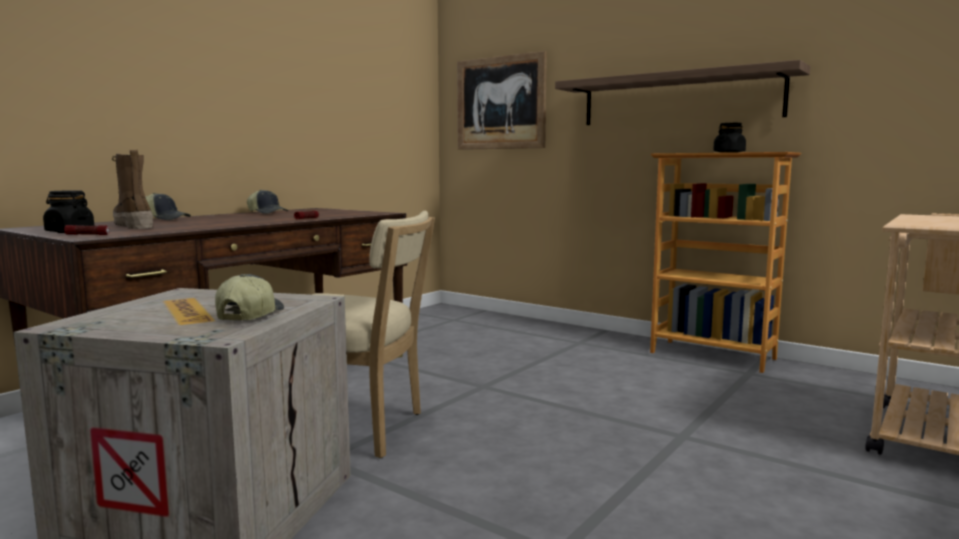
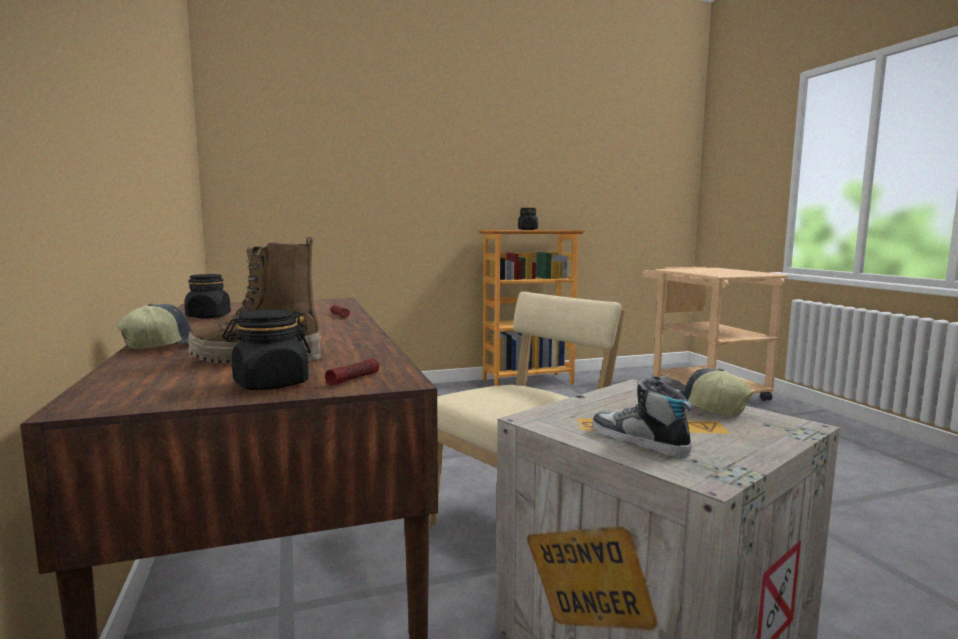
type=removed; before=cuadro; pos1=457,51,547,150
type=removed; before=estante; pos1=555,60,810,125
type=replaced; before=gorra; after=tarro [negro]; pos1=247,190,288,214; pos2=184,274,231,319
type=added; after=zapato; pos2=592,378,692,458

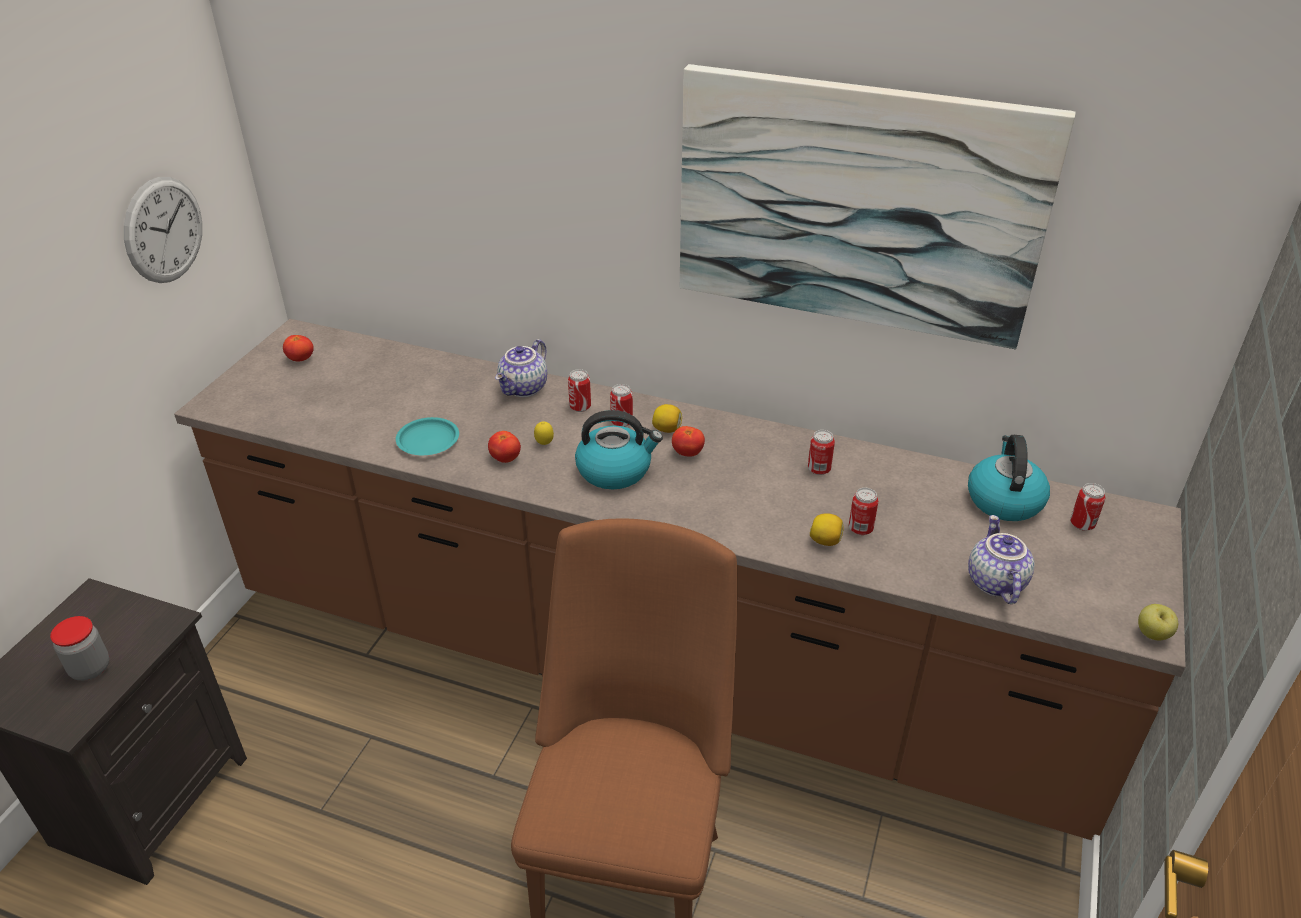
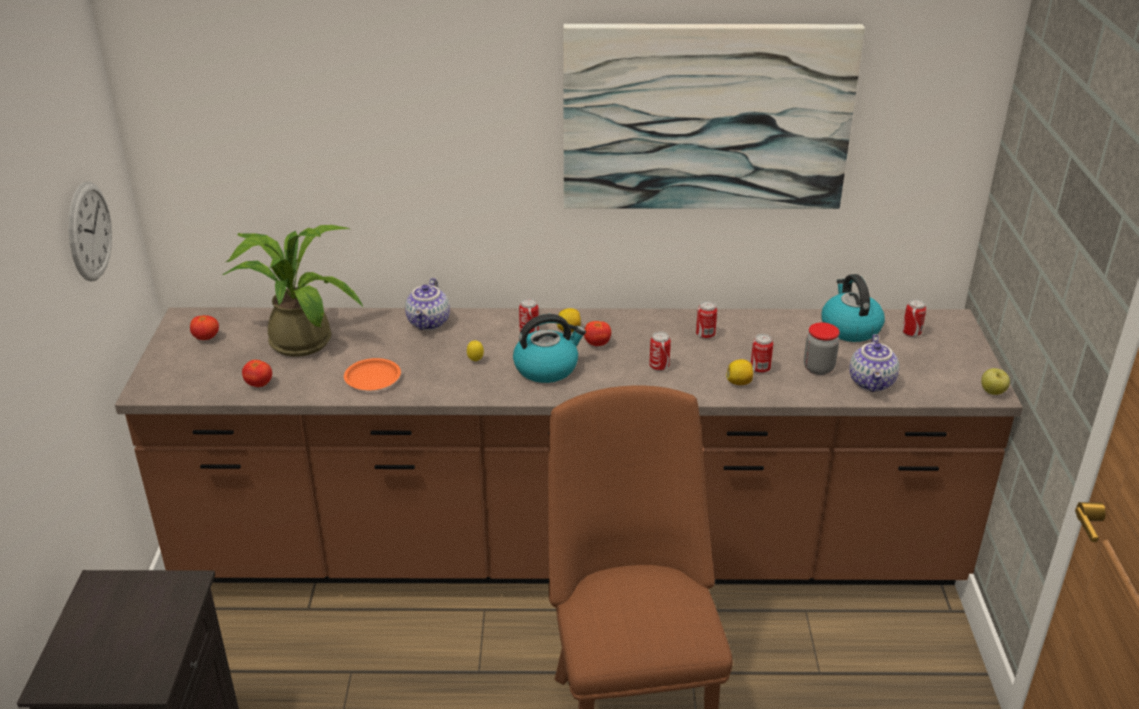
type=moved; before=lata; pos1=568,369,591,412; pos2=649,331,671,371
type=recoloured; before=plato [turquesa]; after=plato [naranja]; pos1=396,417,459,455; pos2=344,358,401,390
type=moved; before=tomate; pos1=488,431,521,463; pos2=242,360,272,387
type=turned; before=tetera; pos1=968,515,1035,604; pos2=849,334,899,392; turn=-150
type=moved; before=tarro; pos1=50,616,109,681; pos2=804,323,840,375
type=added; after=planta en maceta; pos2=222,225,363,357

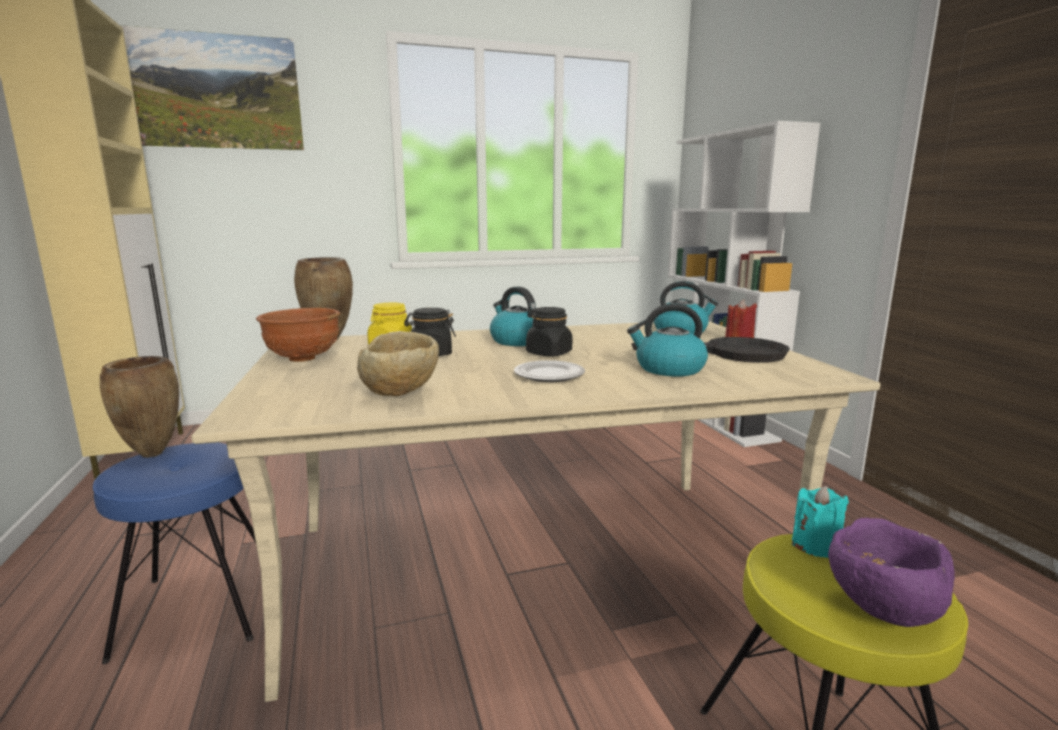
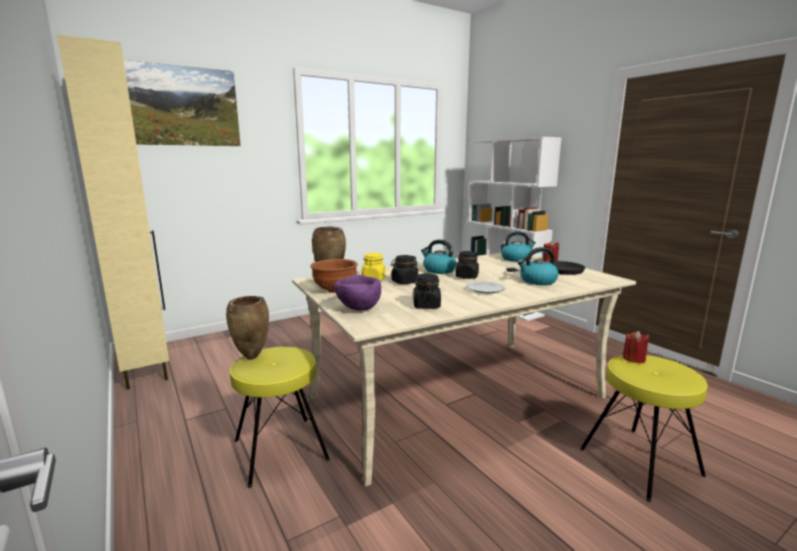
type=replaced; before=cuenco [beis]; after=tarro [negro]; pos1=357,331,439,396; pos2=413,273,441,309
type=recoloured; before=taburete [azul]; after=taburete [amarillo]; pos1=93,442,256,664; pos2=230,347,330,488
type=recoloured; before=vela [turquesa]; after=vela [rojo]; pos1=792,486,849,558; pos2=623,331,649,363
type=moved; before=cuenco [morado]; pos1=828,518,955,627; pos2=334,275,381,311

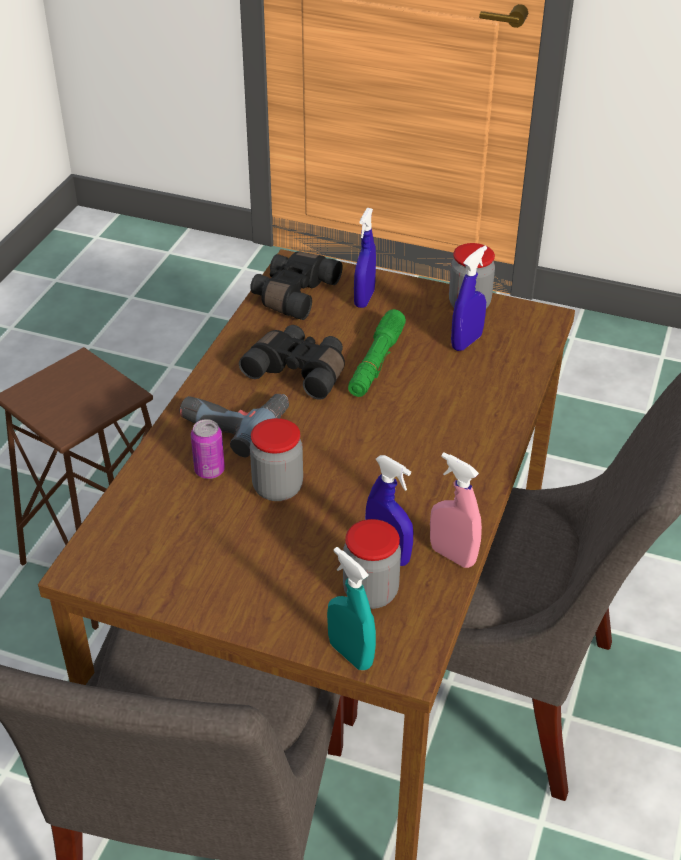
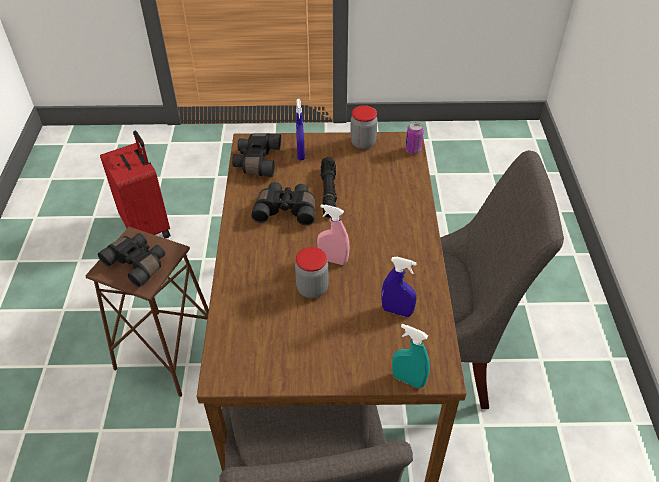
type=removed; before=pulverizador [azul]; pos1=451,246,487,351
type=recoloured; before=linterna [verde]; after=linterna [negro]; pos1=348,309,406,397; pos2=321,157,337,217
type=removed; before=taladro; pos1=180,394,289,458
type=moved; before=lata; pos1=191,419,225,479; pos2=405,122,424,154
type=moved; before=pulverizador [rosa]; pos1=430,452,482,568; pos2=317,204,350,265
type=removed; before=tarro; pos1=343,519,401,609
type=added; after=maleta [rojo]; pos2=100,131,170,238
type=added; after=prismáticos [negro]; pos2=98,233,165,287

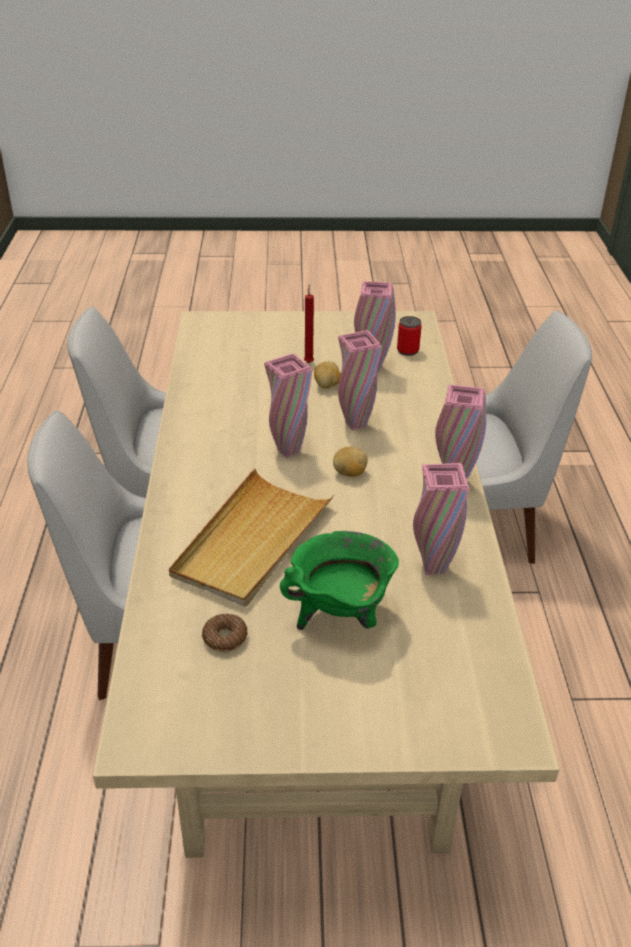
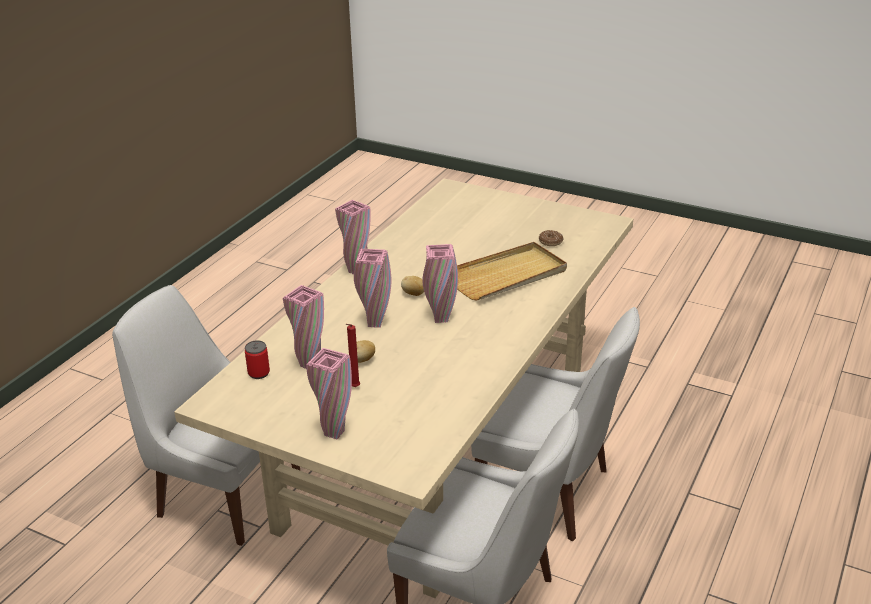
type=moved; before=florero [rosa]; pos1=413,463,469,575; pos2=306,348,352,440
type=removed; before=olla [verde]; pos1=280,531,399,630

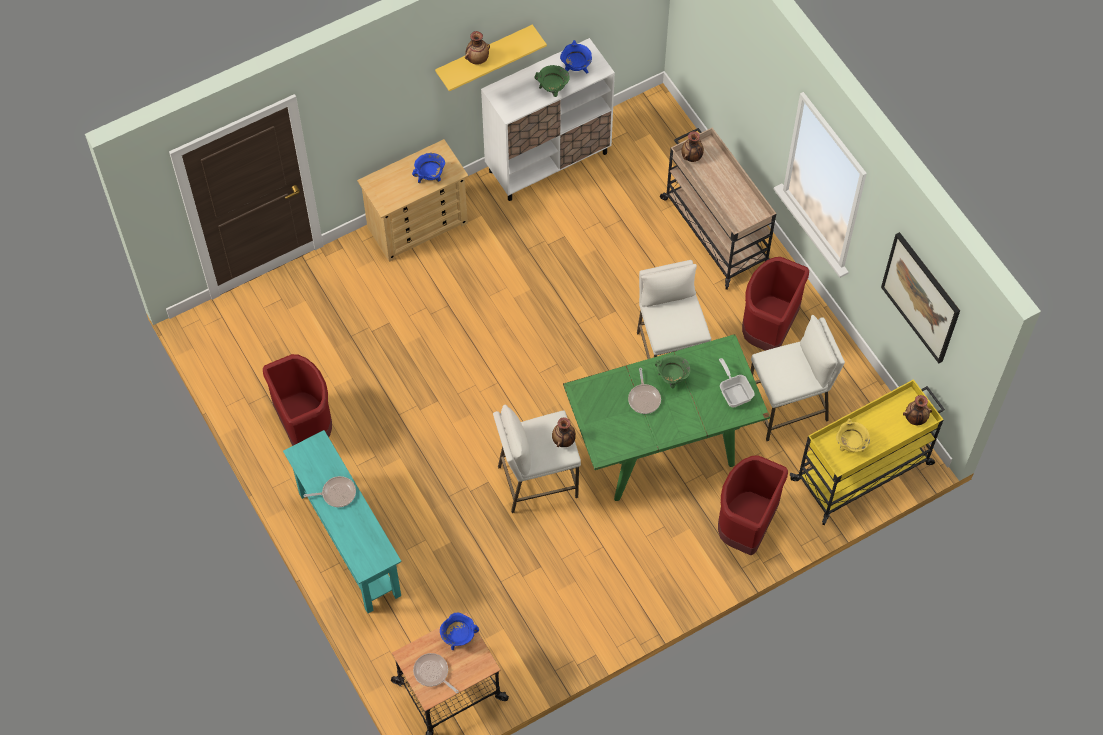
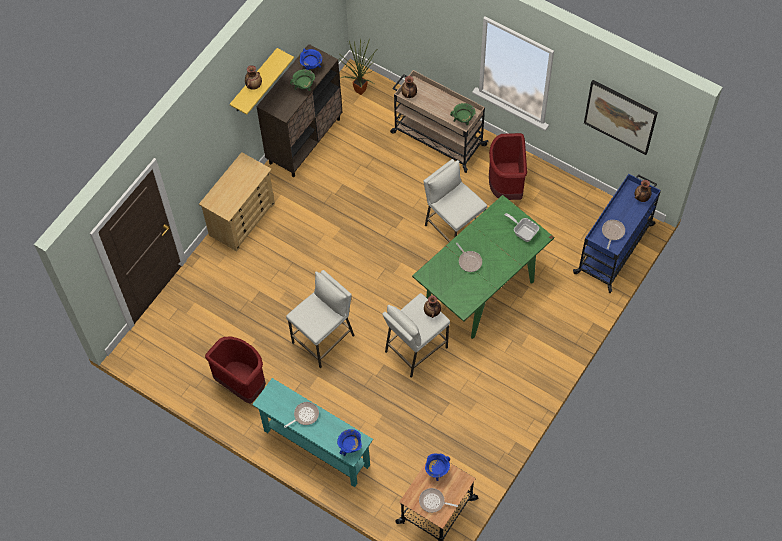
type=recoloured; before=armario [blanco]; after=armario [marrón]; pos1=481,38,615,201; pos2=257,44,343,177
type=moved; before=olla [azul]; pos1=412,153,445,183; pos2=337,429,362,456
type=moved; before=taburete [blanco]; pos1=751,315,845,441; pos2=286,270,355,368
type=moved; before=olla [verde]; pos1=655,355,691,388; pos2=450,103,475,125
type=recoloured; before=carrito [amarillo]; after=carrito [azul]; pos1=790,379,945,525; pos2=573,174,661,293
type=replaced; before=olla [amarillo]; after=sartén; pos1=836,418,870,452; pos2=602,220,625,250
type=removed; before=papelera [rojo]; pos1=718,456,788,555
type=added; after=planta en maceta; pos2=339,38,376,95

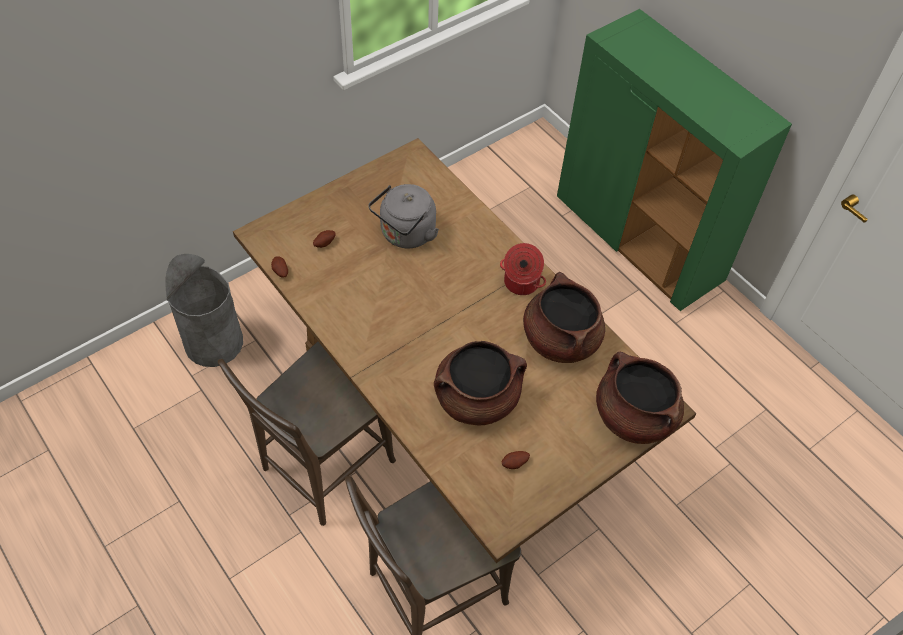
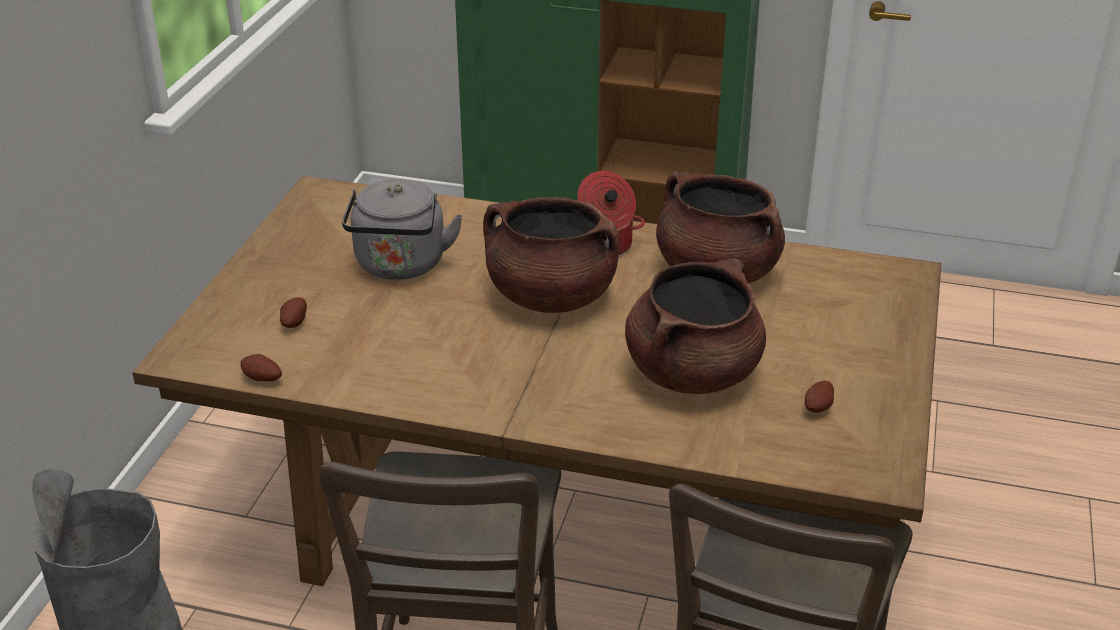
type=moved; before=olla [marrón]; pos1=596,352,684,444; pos2=483,197,620,313

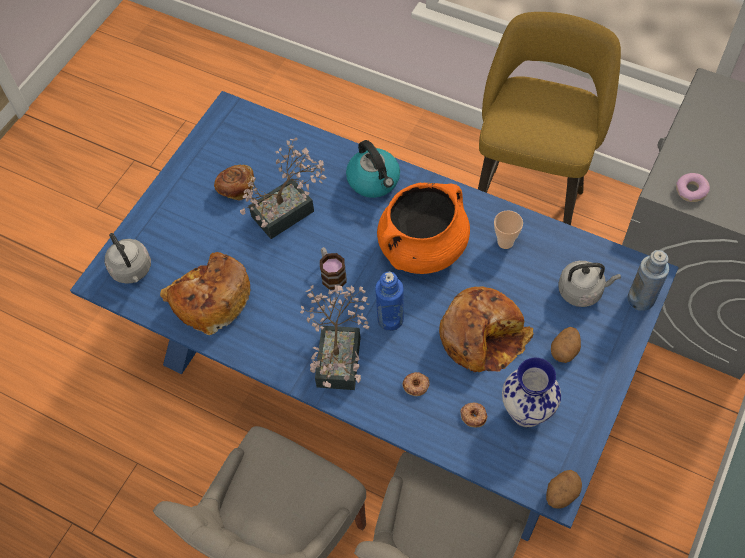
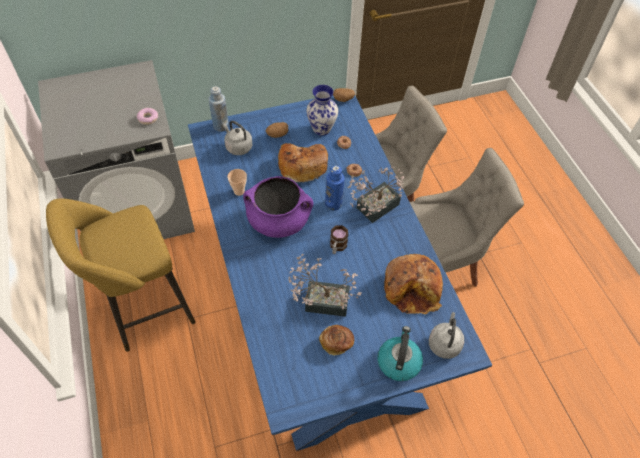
type=moved; before=hervidor; pos1=346,140,400,198; pos2=377,326,423,381
type=recoloured; before=olla [naranja]; after=olla [morado]; pos1=377,183,470,274; pos2=243,176,313,238

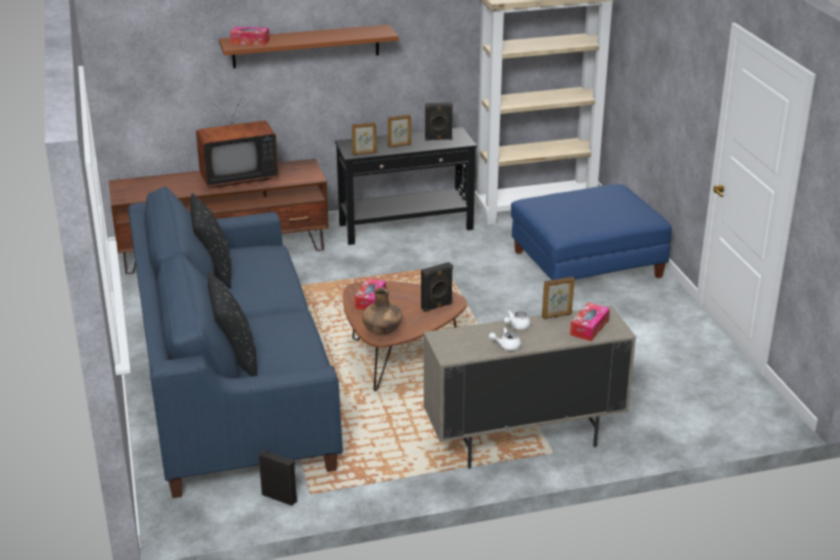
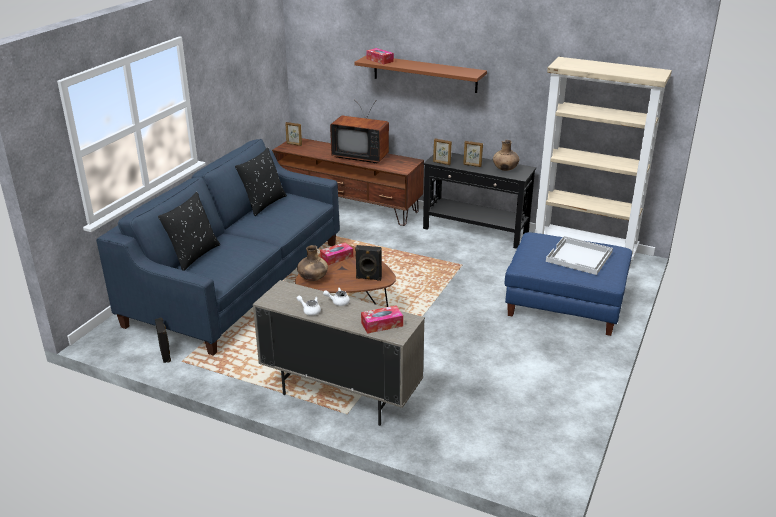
type=replaced; before=altavoz [negro]; after=florero [marrón]; pos1=425,102,453,141; pos2=493,140,520,171
type=moved; before=portarretratos; pos1=542,277,574,319; pos2=285,122,302,146
type=added; after=bandeja [blanco]; pos2=546,236,613,275

